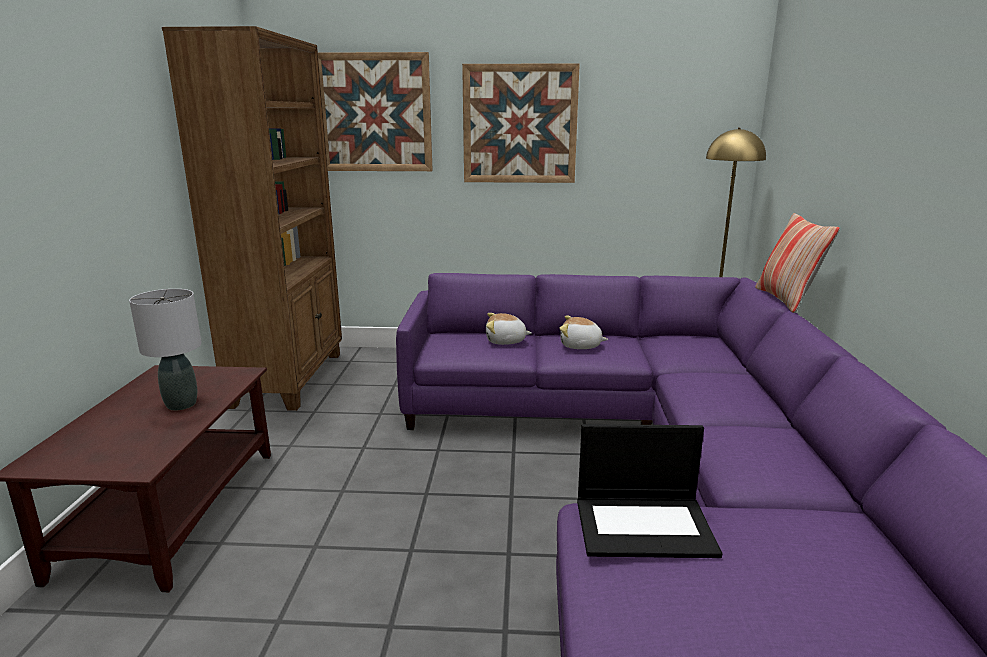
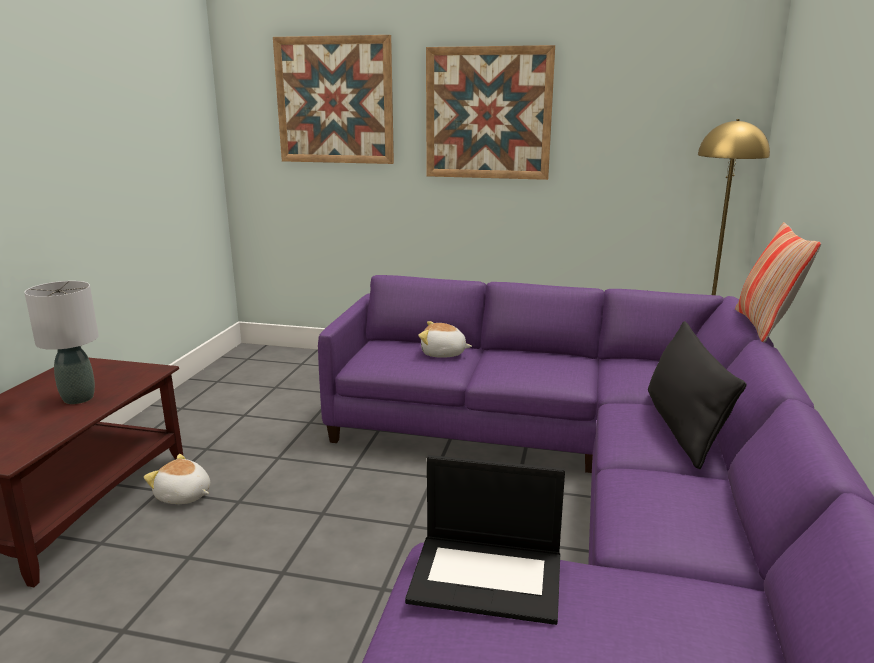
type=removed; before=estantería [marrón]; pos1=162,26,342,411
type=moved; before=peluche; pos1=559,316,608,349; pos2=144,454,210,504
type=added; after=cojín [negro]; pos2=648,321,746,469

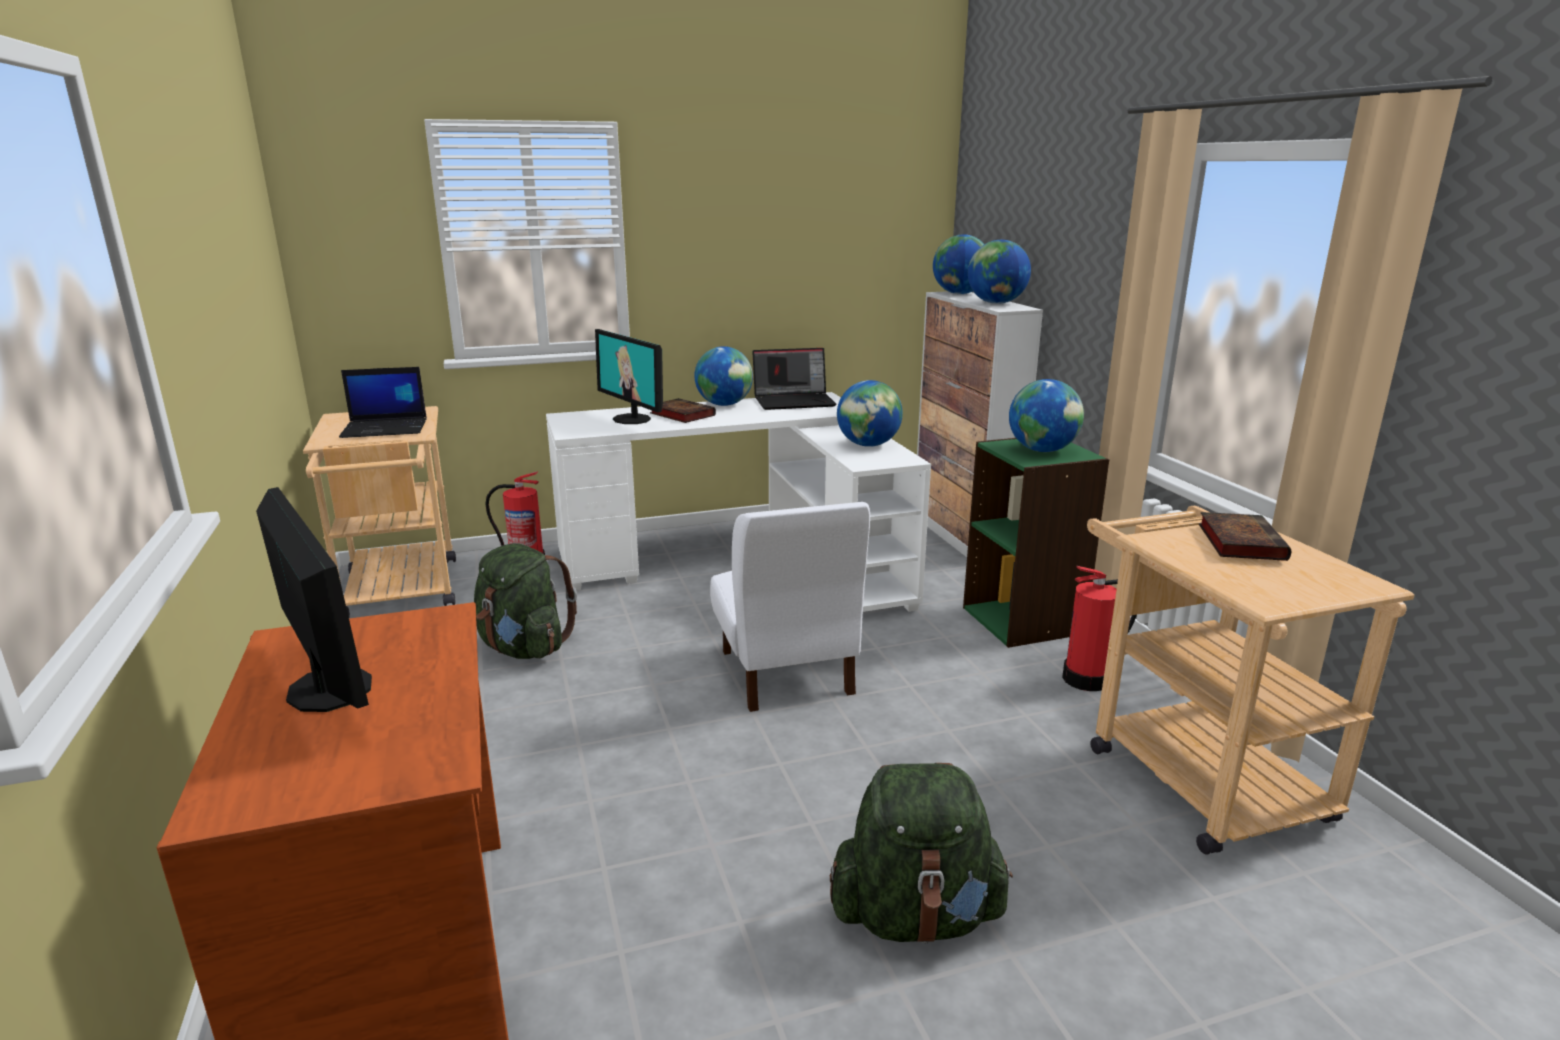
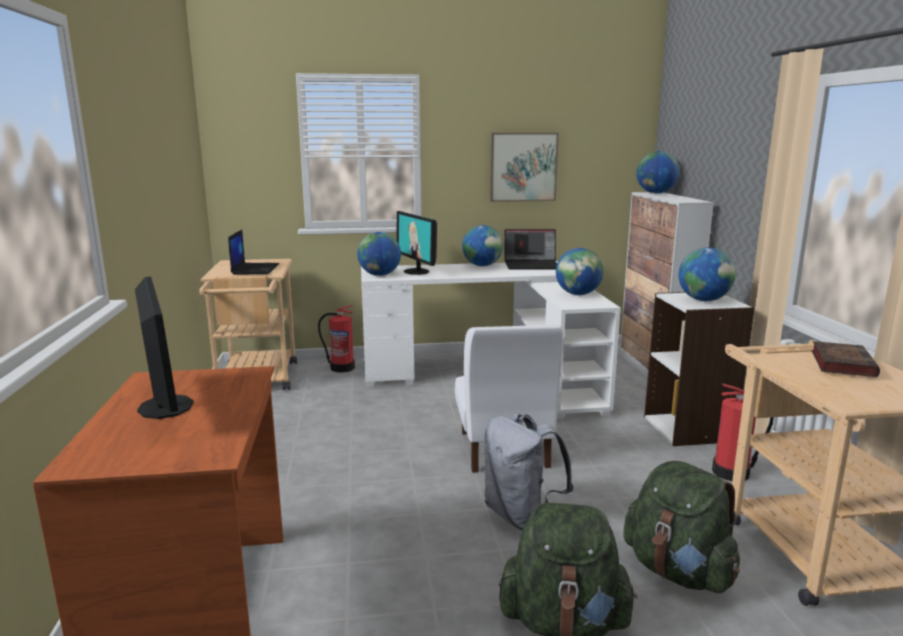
type=moved; before=globo terráqueo; pos1=968,240,1031,304; pos2=357,232,401,276
type=turned; before=portátil; pos1=339,367,427,438; pos2=228,230,279,275; turn=-90
type=removed; before=libro; pos1=650,398,716,423
type=recoloured; before=estantería [verde]; after=estantería [blanco]; pos1=963,438,1109,648; pos2=644,292,755,446
type=moved; before=mochila [verde]; pos1=474,543,577,659; pos2=623,461,740,593
type=added; after=cuadro; pos2=490,133,559,202
type=added; after=mochila [gris]; pos2=484,413,574,530

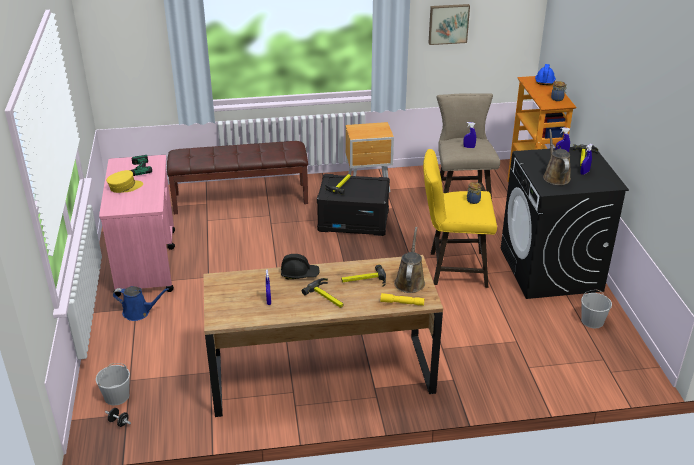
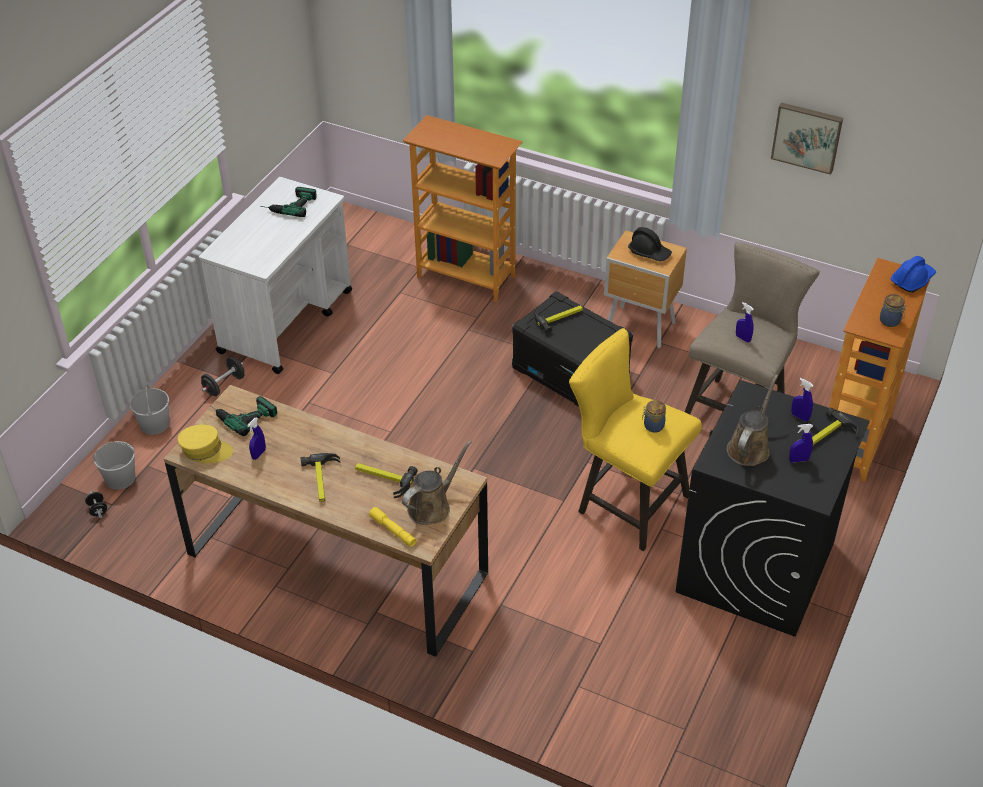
type=replaced; before=banco [marrón]; after=estantería; pos1=167,141,308,214; pos2=403,115,523,302
type=recoloured; before=carrito [rosa]; after=carrito [blanco]; pos1=99,155,175,297; pos2=199,177,352,374
type=moved; before=gorra [amarillo]; pos1=106,170,143,193; pos2=177,425,233,463
type=moved; before=casco [negro]; pos1=281,254,320,279; pos2=628,227,672,262
type=replaced; before=regadera [azul]; after=mancuerna [negro]; pos1=113,286,169,321; pos2=201,357,244,396
type=moved; before=cubo [blanco]; pos1=581,290,612,328; pos2=130,385,169,435
type=added; after=taladro; pos2=210,396,277,436

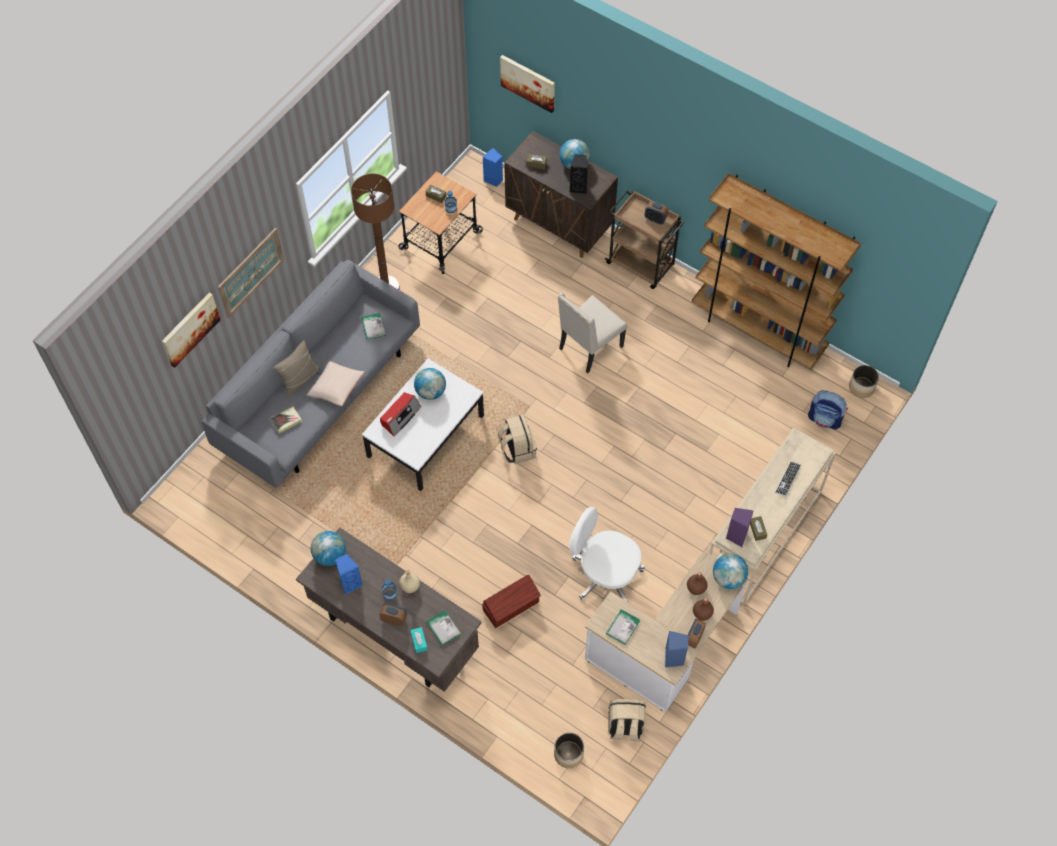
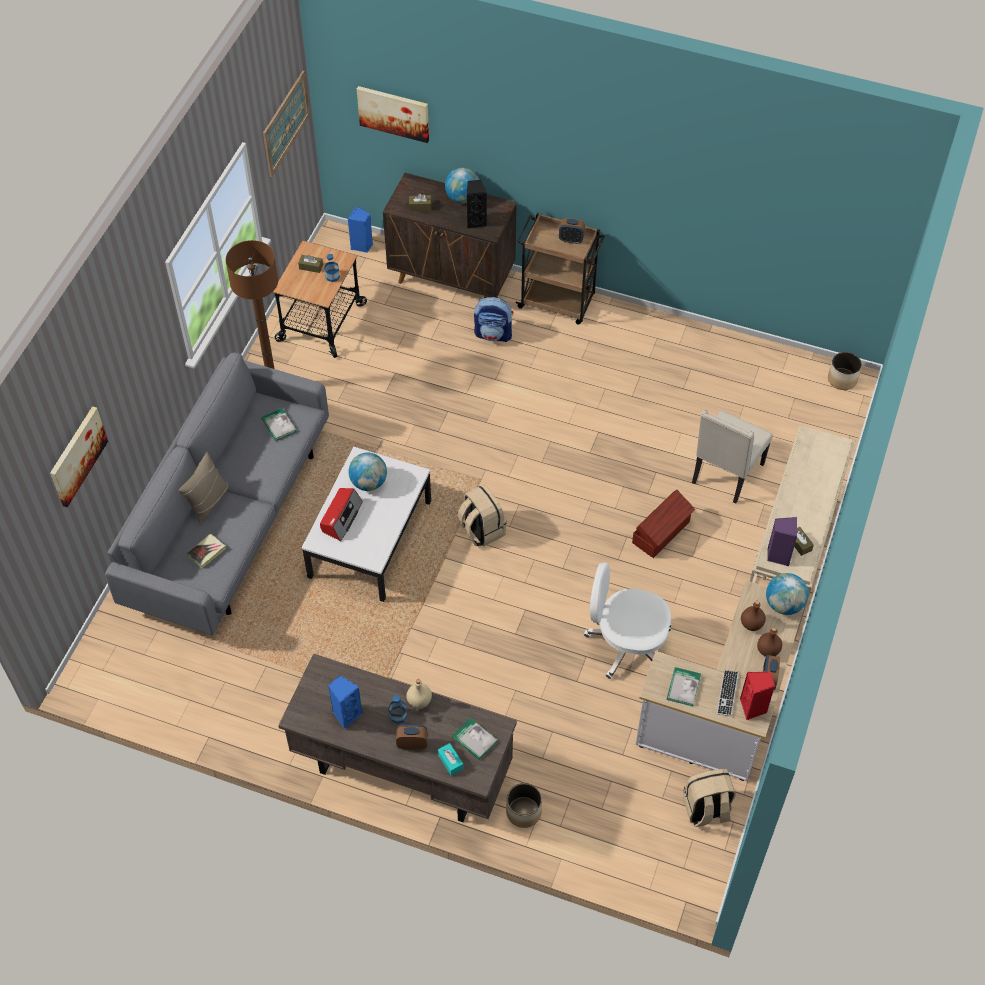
type=removed; before=estantería [marrón]; pos1=692,173,861,369
type=moved; before=cuadro; pos1=218,228,284,318; pos2=263,71,310,177
type=moved; before=silla [beis]; pos1=558,293,627,373; pos2=692,410,773,504
type=removed; before=cojín [beis]; pos1=307,361,365,406
type=moved; before=mochila; pos1=808,390,848,430; pos2=474,297,514,342
type=moved; before=teclado; pos1=775,461,801,497; pos2=717,670,739,716
type=removed; before=globo terráqueo; pos1=311,531,346,566
type=moved; before=caja de almacenaje [marrón]; pos1=482,575,541,628; pos2=632,490,695,558
type=recoloured; before=altavoz [azul]; after=altavoz [rojo]; pos1=665,631,688,667; pos2=740,672,775,720
type=moved; before=maceta; pos1=554,732,584,768; pos2=506,783,542,828

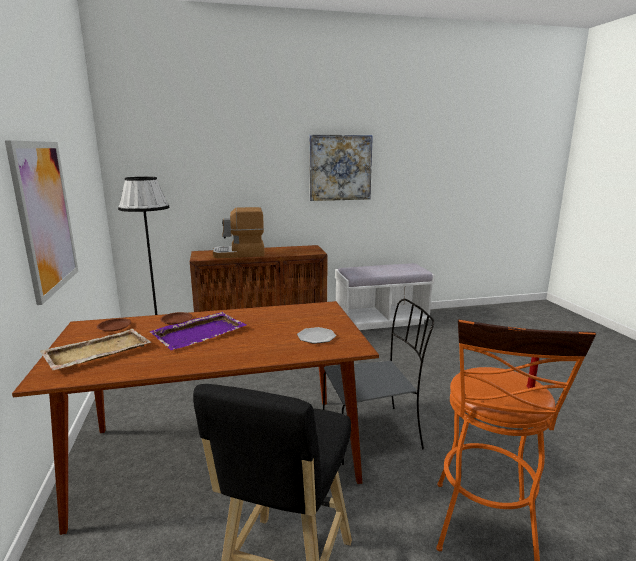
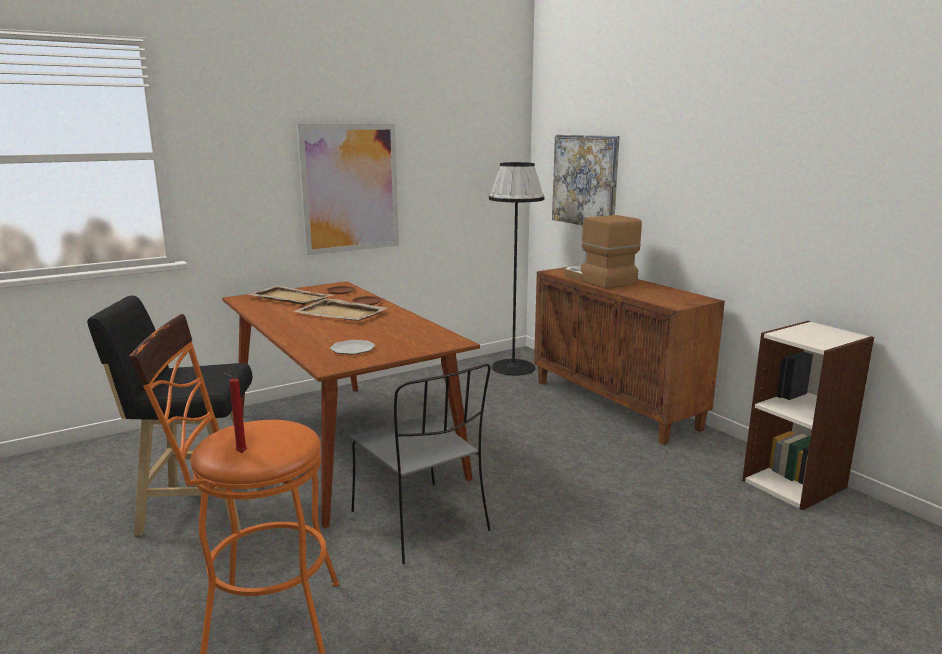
type=moved; before=cuadro; pos1=309,135,373,201; pos2=552,135,620,225
type=replaced; before=banco [blanco]; after=estantería; pos1=335,263,435,330; pos2=742,321,874,510
type=recoloured; before=bandeja [morado]; after=bandeja [beis]; pos1=150,312,246,350; pos2=293,299,387,321

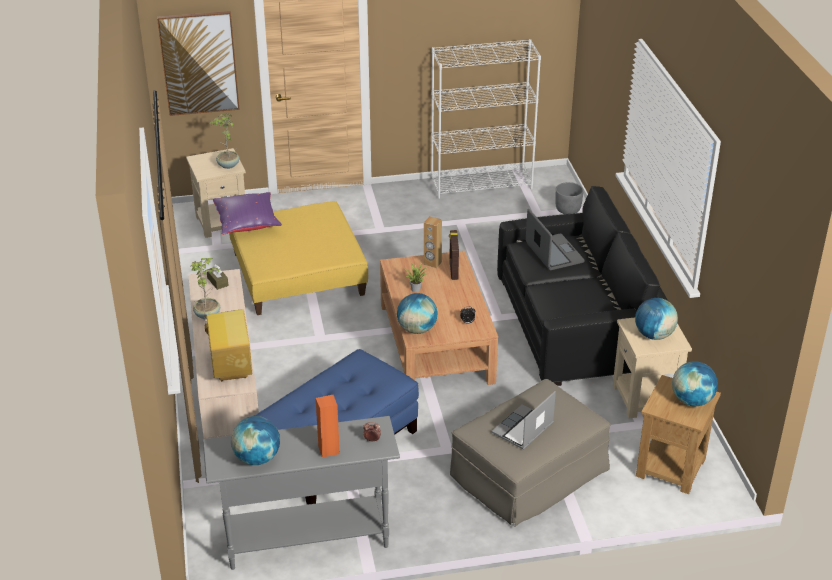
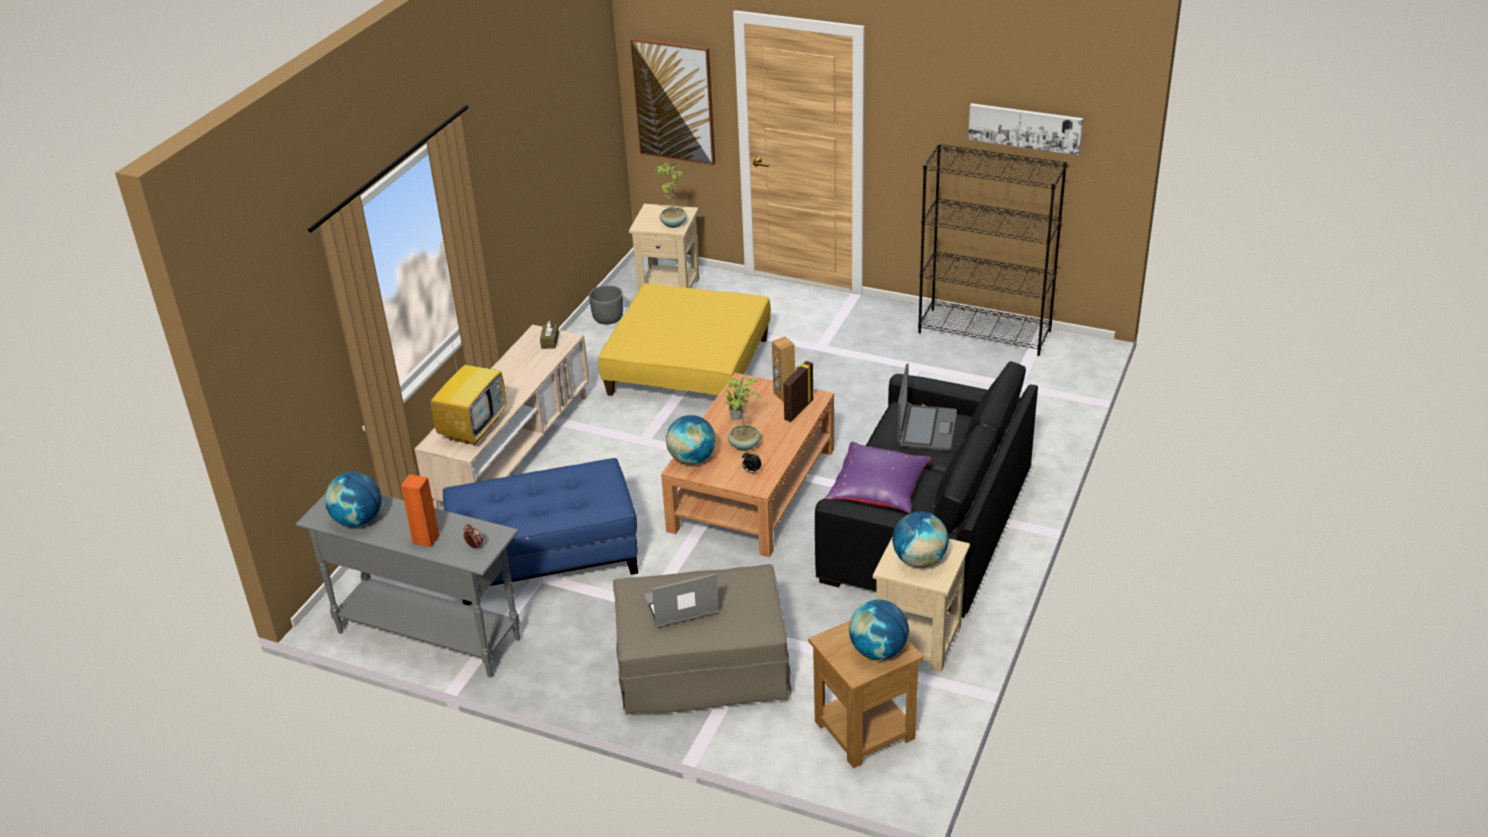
type=recoloured; before=estantería [blanco]; after=estantería [negro]; pos1=431,39,541,199; pos2=918,143,1067,356
type=moved; before=maceta [gris]; pos1=555,182,584,214; pos2=589,285,623,325
type=moved; before=cojín [morado]; pos1=213,192,282,235; pos2=825,441,931,513
type=moved; before=planta en maceta; pos1=191,258,221,320; pos2=728,377,762,451
type=added; after=cuadro; pos2=968,103,1083,155

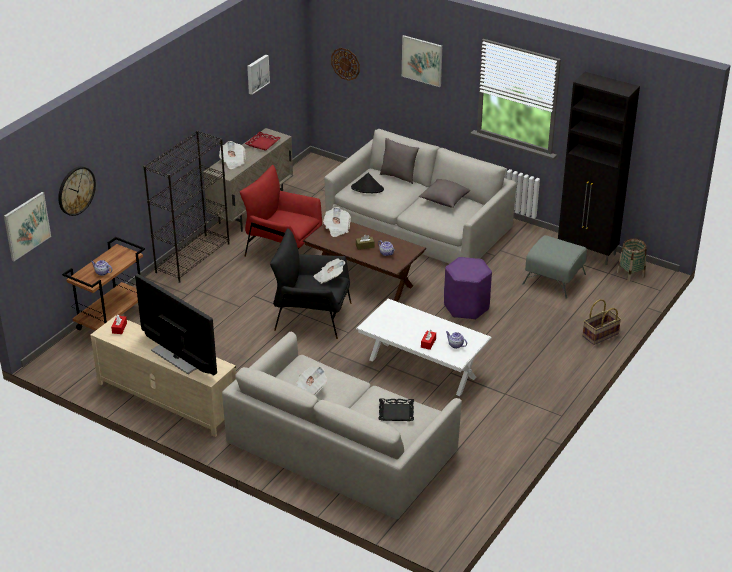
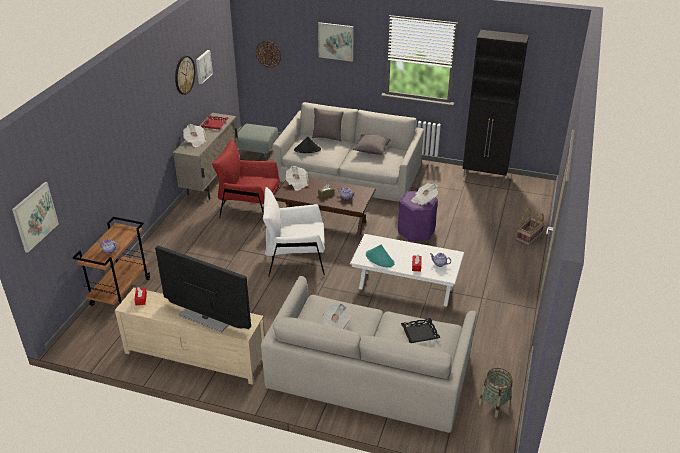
type=removed; before=estantería [negro]; pos1=143,131,229,283
type=moved; before=reloj de pared; pos1=58,167,96,216; pos2=175,56,195,95
type=recoloured; before=sillón [negro]; after=sillón [blanco]; pos1=270,228,352,339; pos2=263,187,325,277
type=moved; before=puf [gris]; pos1=522,235,587,299; pos2=238,124,279,161
type=moved; before=cesta; pos1=617,238,646,282; pos2=479,368,513,418
type=moved; before=periódico; pos1=314,258,345,284; pos2=411,183,438,205
type=added; after=sombrero [turquesa]; pos2=366,244,395,267

